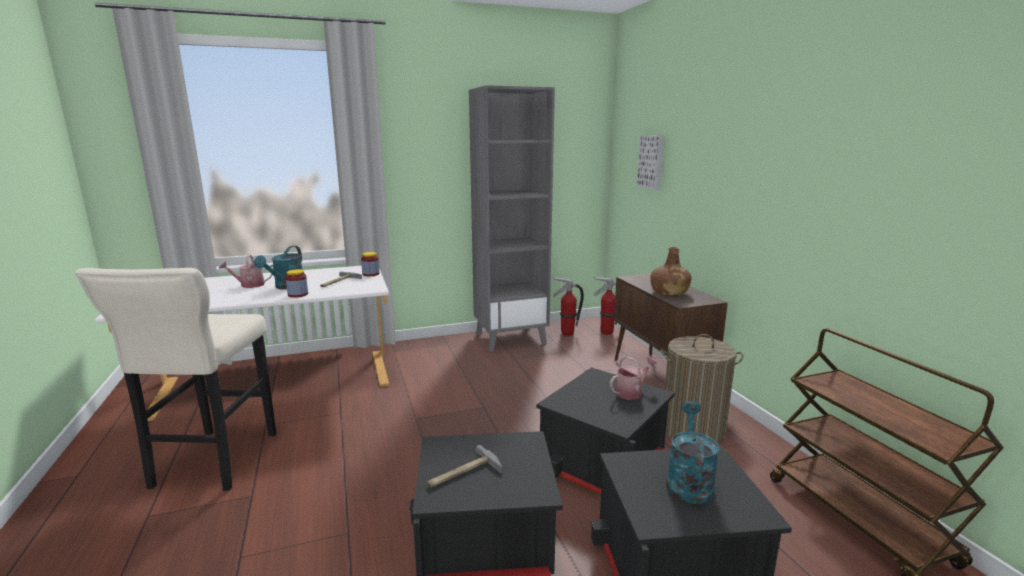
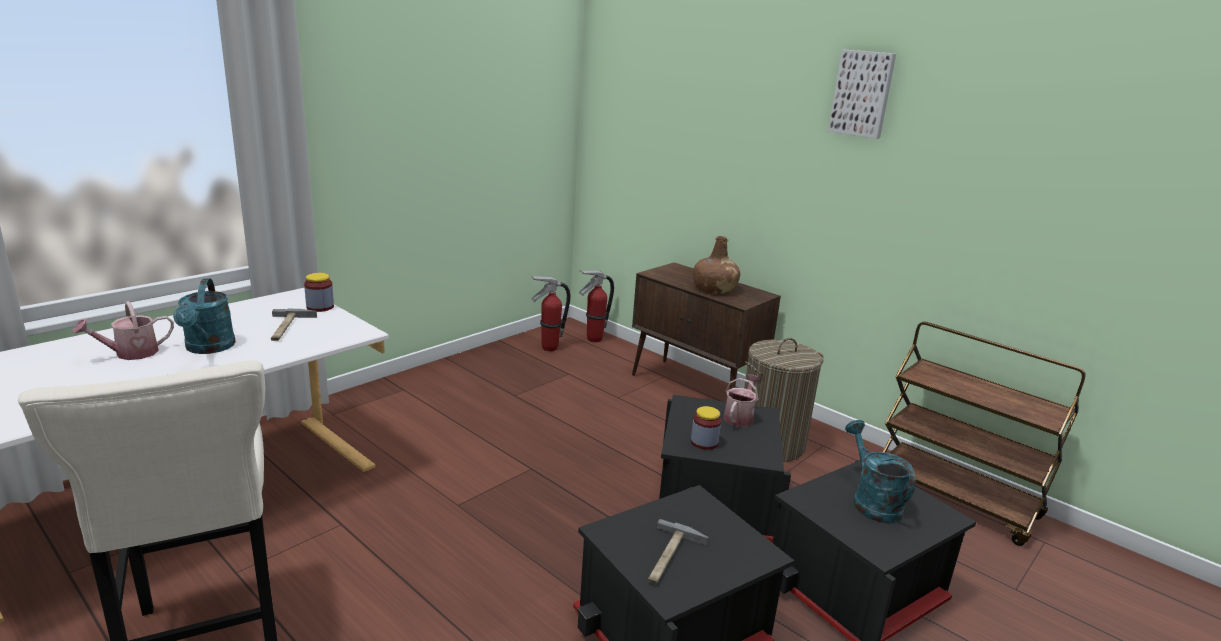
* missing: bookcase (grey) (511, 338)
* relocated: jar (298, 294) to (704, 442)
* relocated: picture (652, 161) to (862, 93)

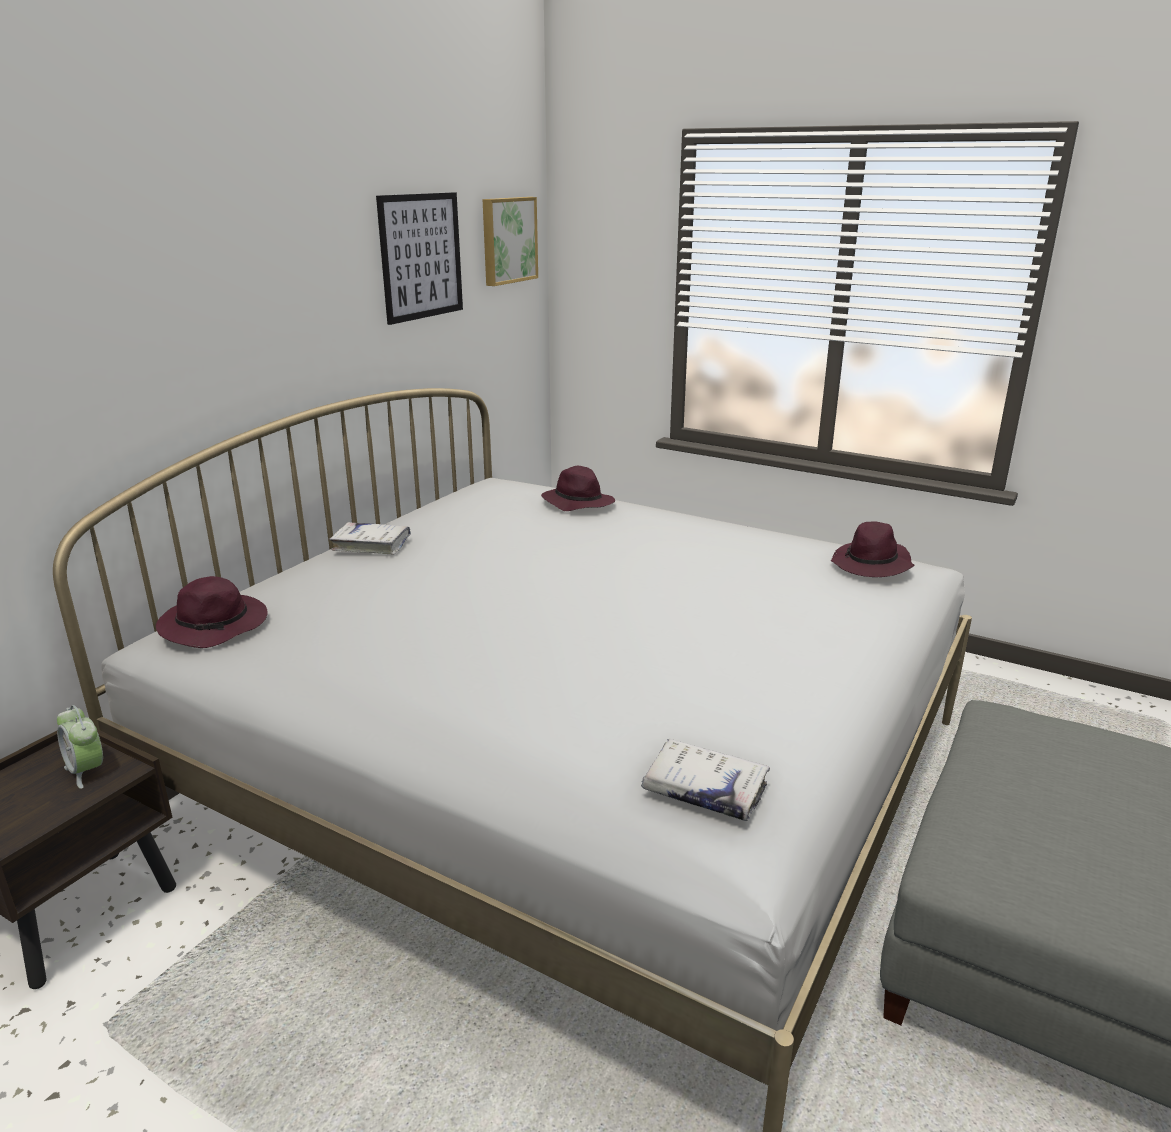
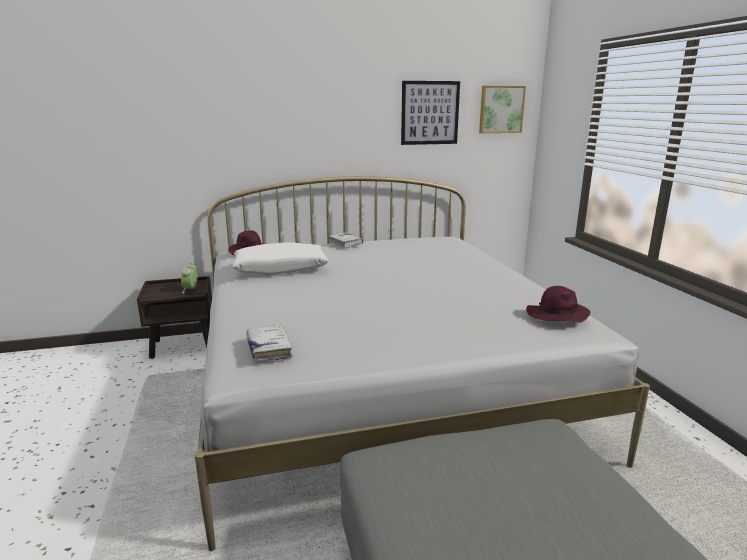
* missing: hat (purple) (577, 503)
* appeared: pillow (white) (280, 268)

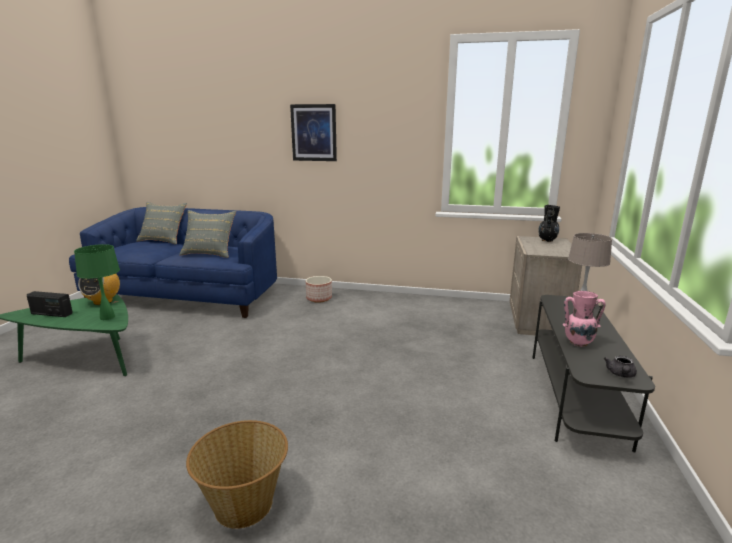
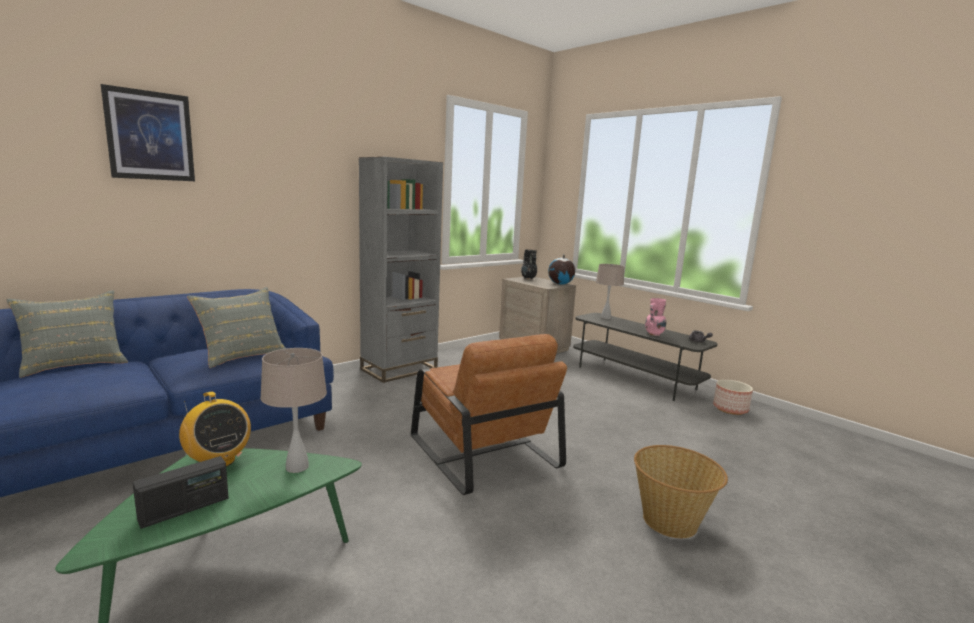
* appeared: bookcase (grey) (399, 369)
* appeared: armchair (brown) (481, 450)
* appeared: globe (560, 284)
* relocated: picture (314, 133) to (150, 136)
* relocated: planter (319, 298) to (730, 409)
* colour: table lamp (green) (107, 317) to table lamp (beige) (296, 467)

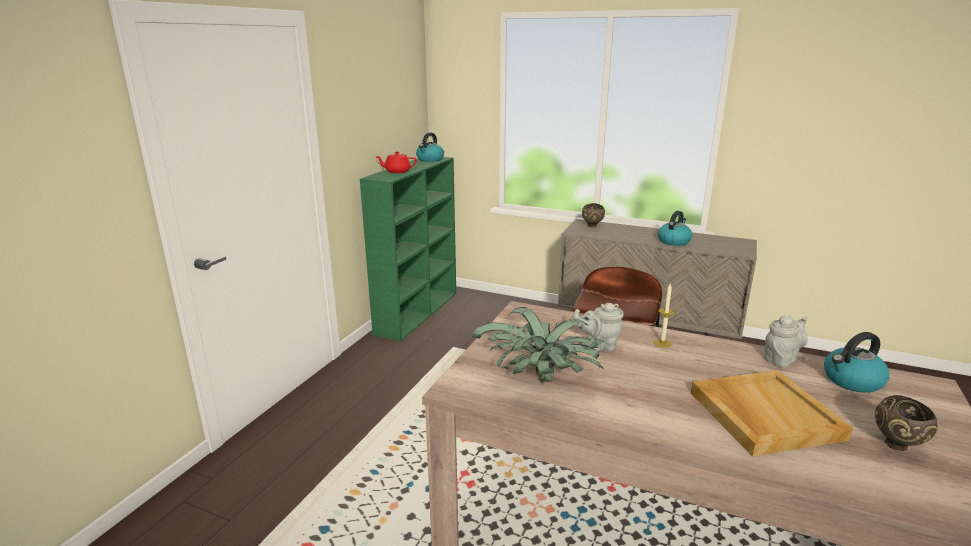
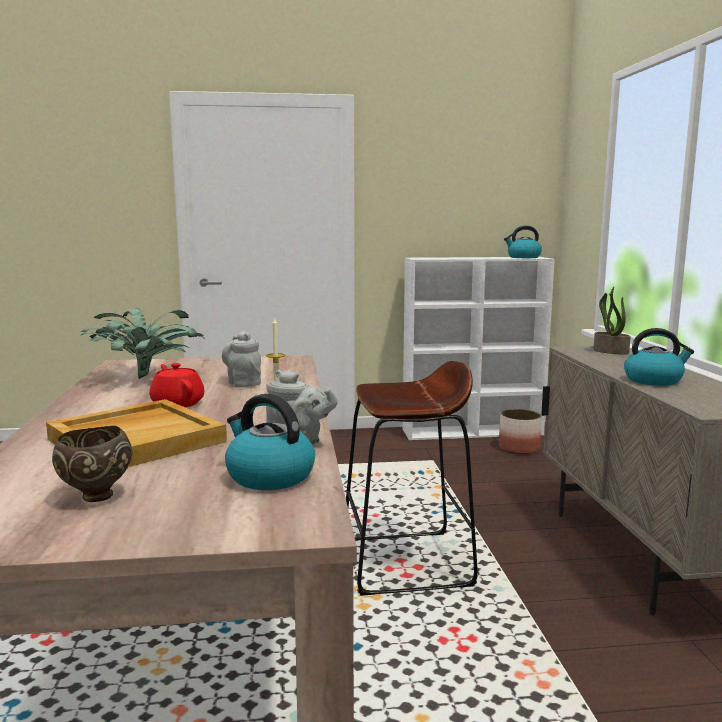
* appeared: planter (519, 448)
* relocated: teapot (red) (397, 171) to (177, 403)
* exchanged: bowl (brown) (592, 226) to potted plant (610, 351)
* colour: bookcase (green) (417, 312) to bookcase (white) (473, 431)

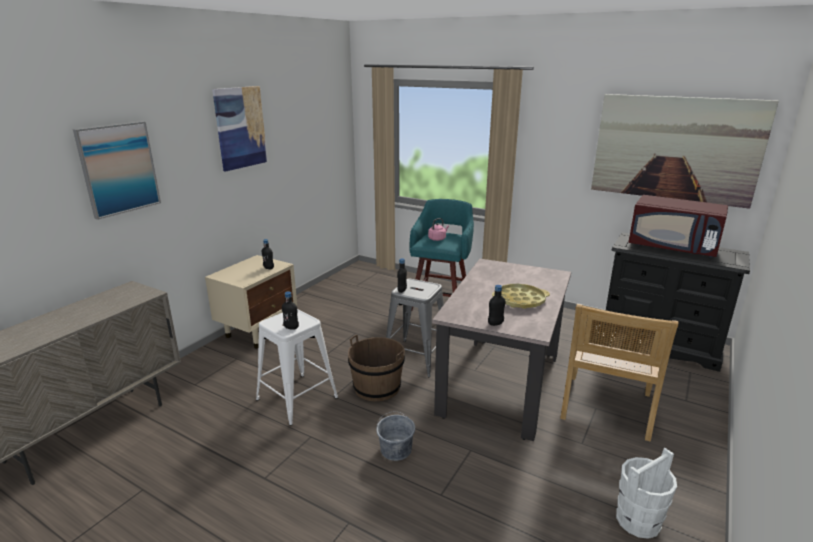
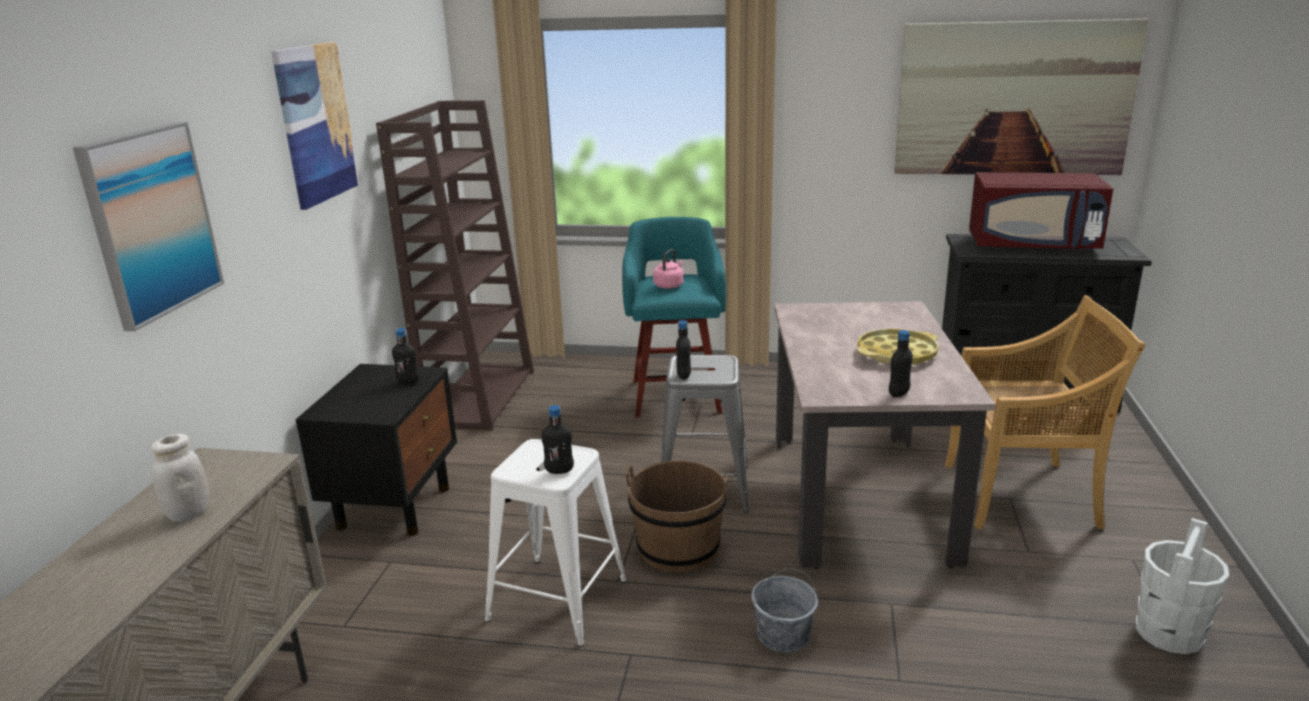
* appeared: jar (white) (188, 514)
* appeared: bookcase (brown) (479, 396)
* colour: nightstand (beige) (258, 332) to nightstand (black) (395, 506)
* spun: chair (beige) (606, 408) = (1023, 495) 90 degrees counterclockwise

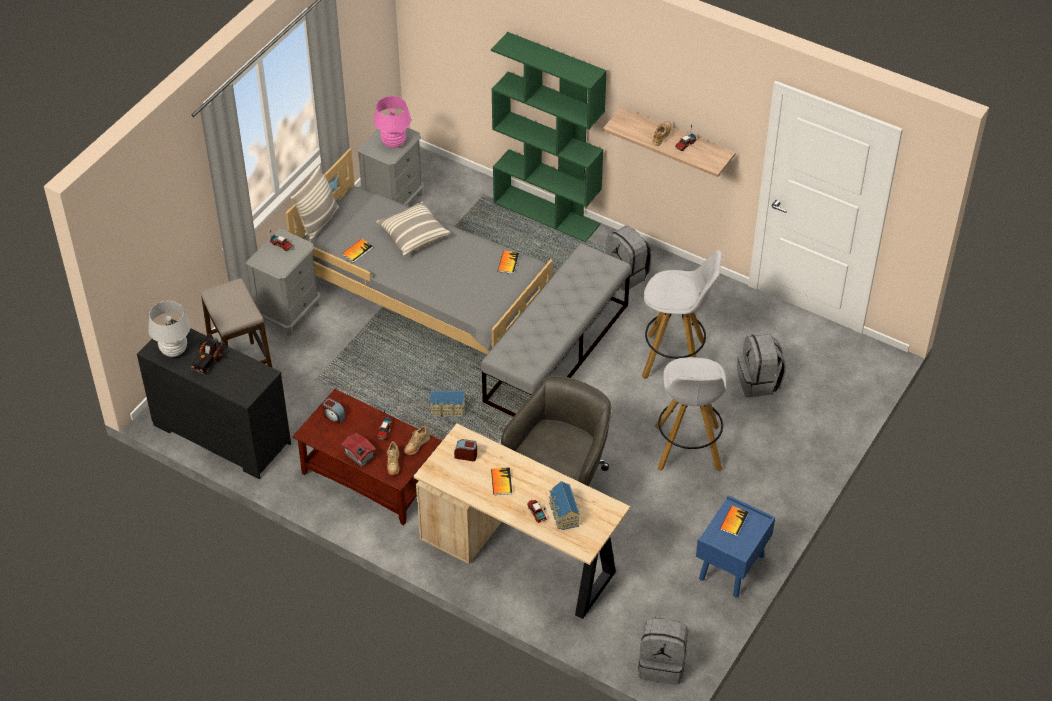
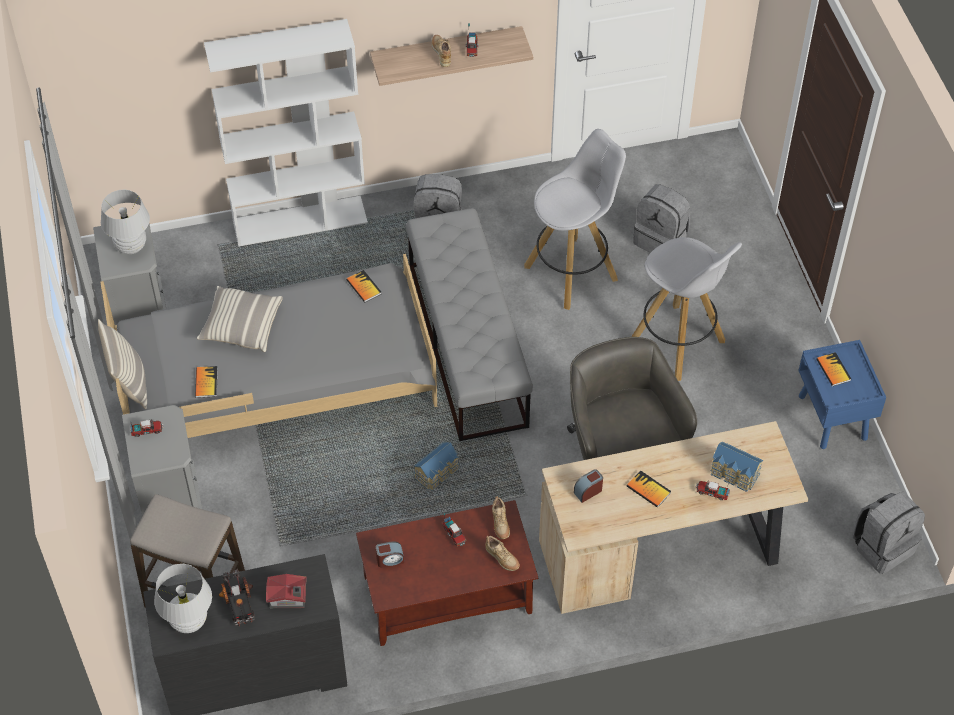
* relocated: toy house (359, 456) to (288, 599)
* colour: table lamp (pink) (393, 143) to table lamp (white) (131, 246)
* colour: bookcase (green) (547, 213) to bookcase (white) (300, 221)

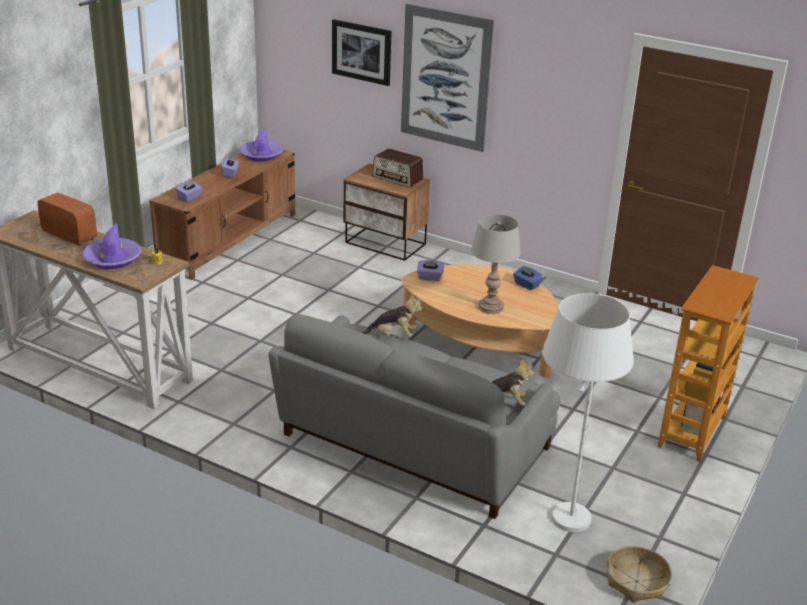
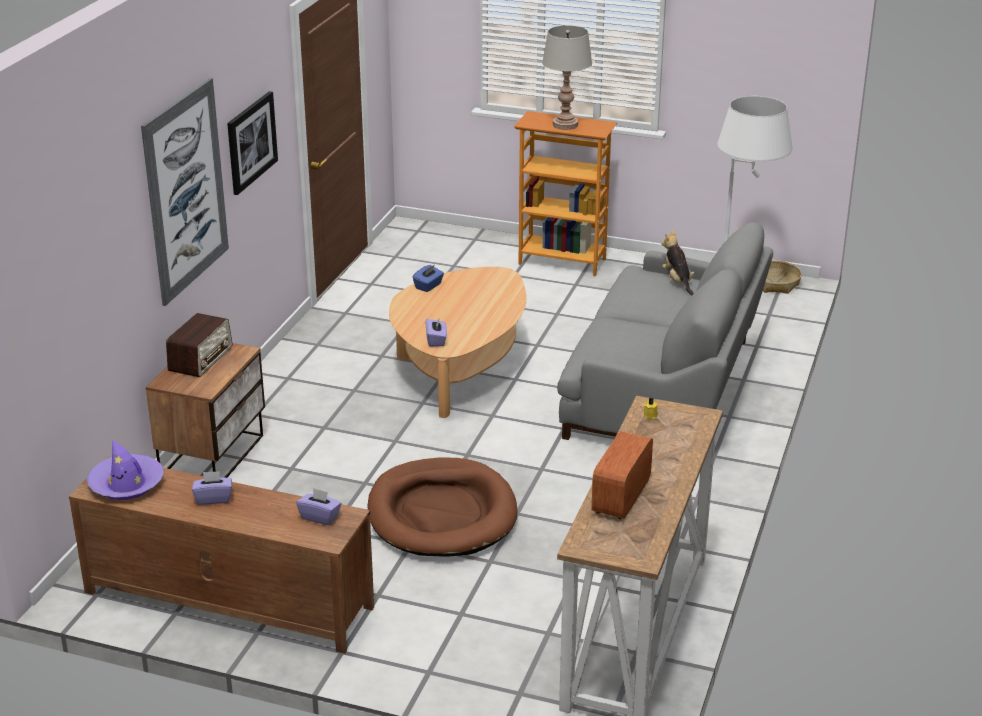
* missing: hat (purple) (112, 259)
* missing: plush toy (393, 335)
* appeared: dog bed (brown) (441, 514)
* relocated: picture (361, 52) to (251, 142)
* relocated: table lamp (grey) (490, 307) to (565, 125)

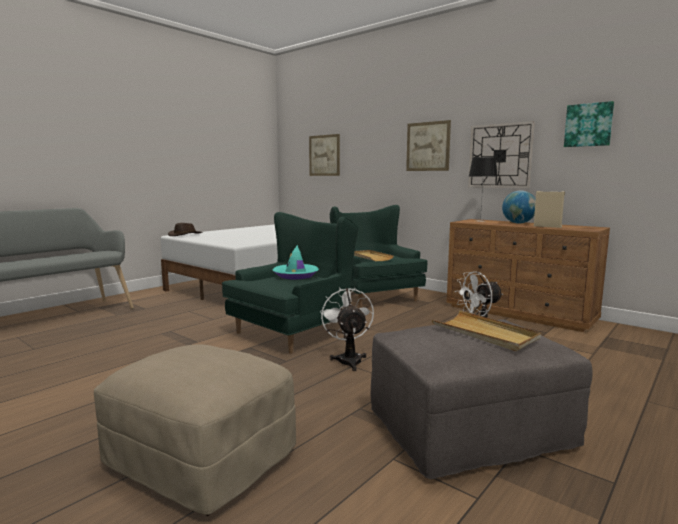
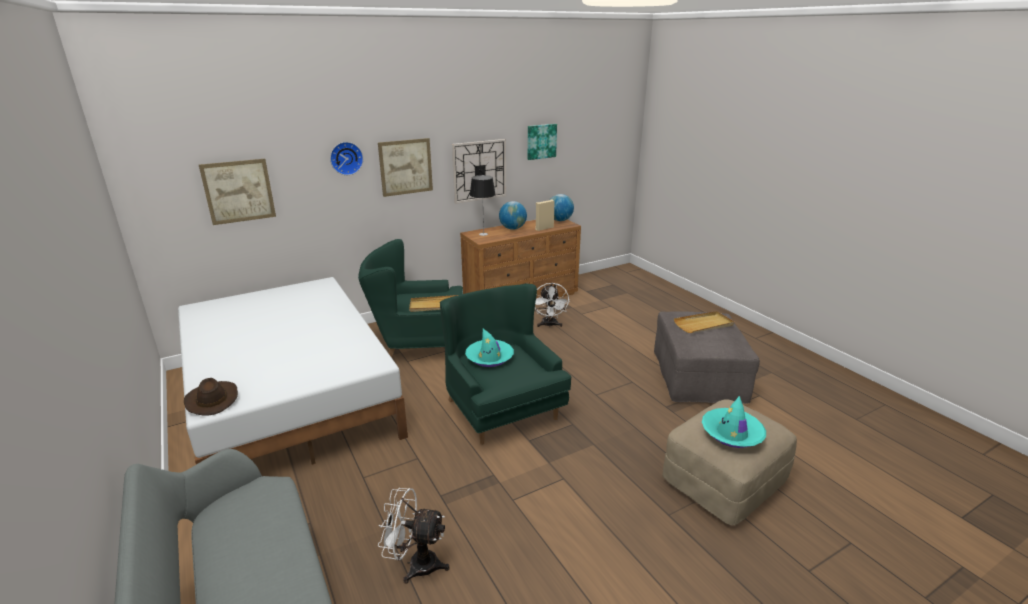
* appeared: wall clock (346, 158)
* appeared: globe (559, 220)
* appeared: hat (turquoise) (732, 433)
* relocated: fan (white) (348, 359) to (416, 564)

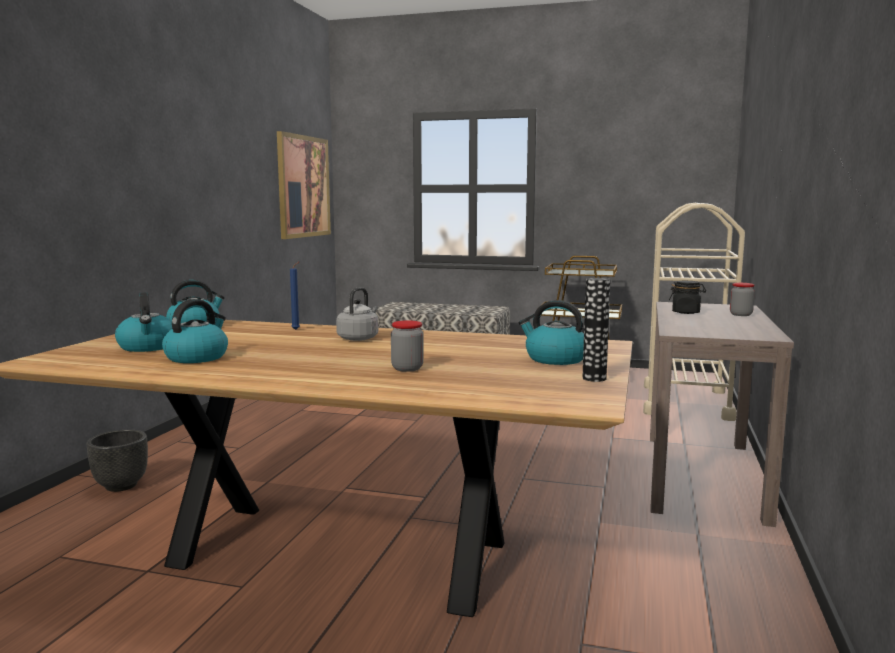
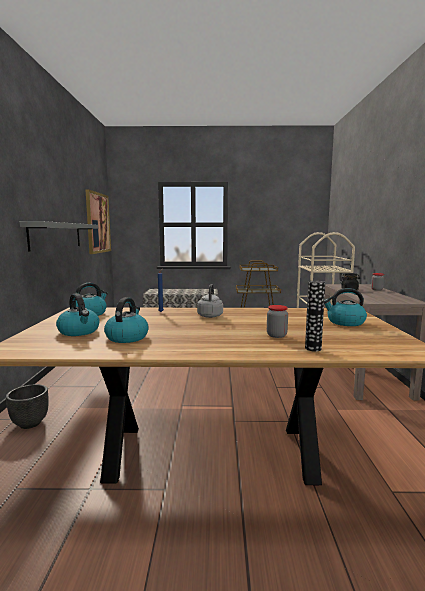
* appeared: shelf (grey) (56, 236)
* relocated: vase (594, 378) to (313, 348)

